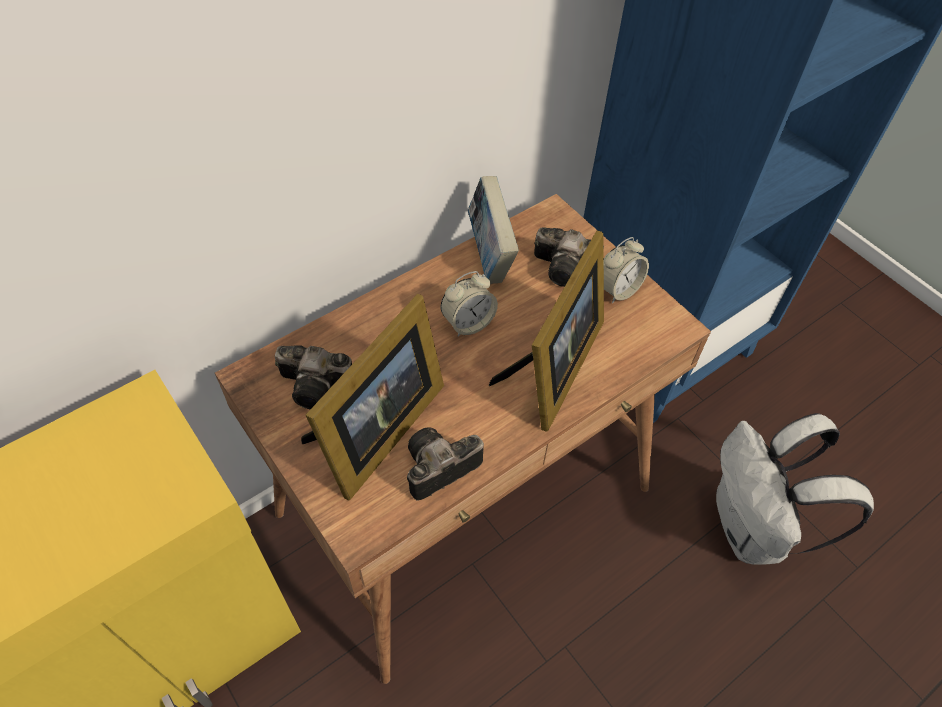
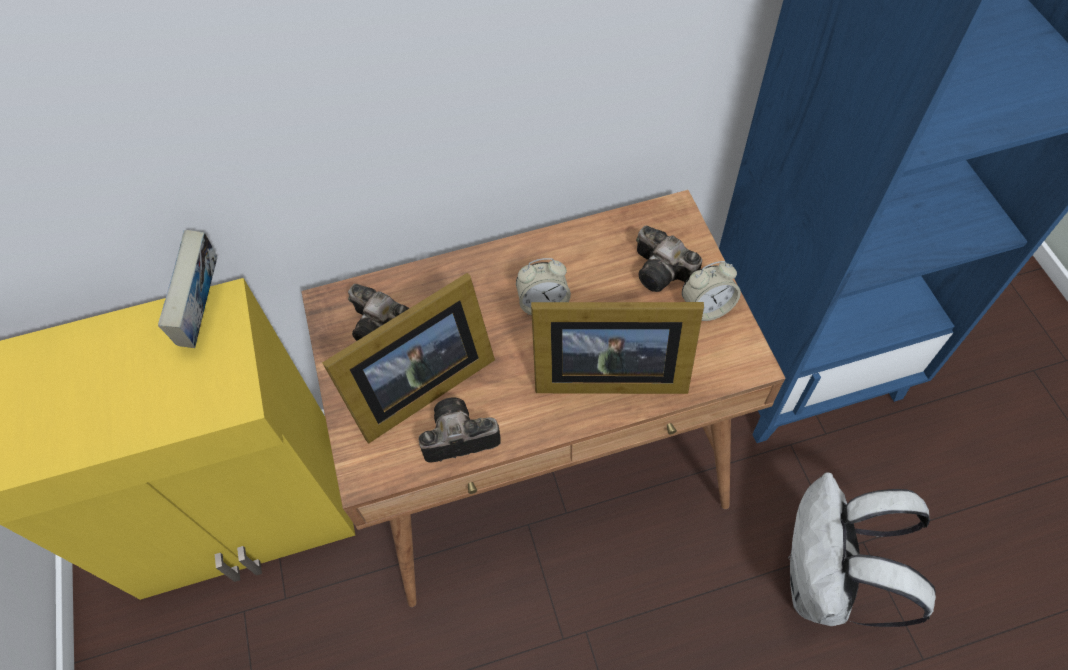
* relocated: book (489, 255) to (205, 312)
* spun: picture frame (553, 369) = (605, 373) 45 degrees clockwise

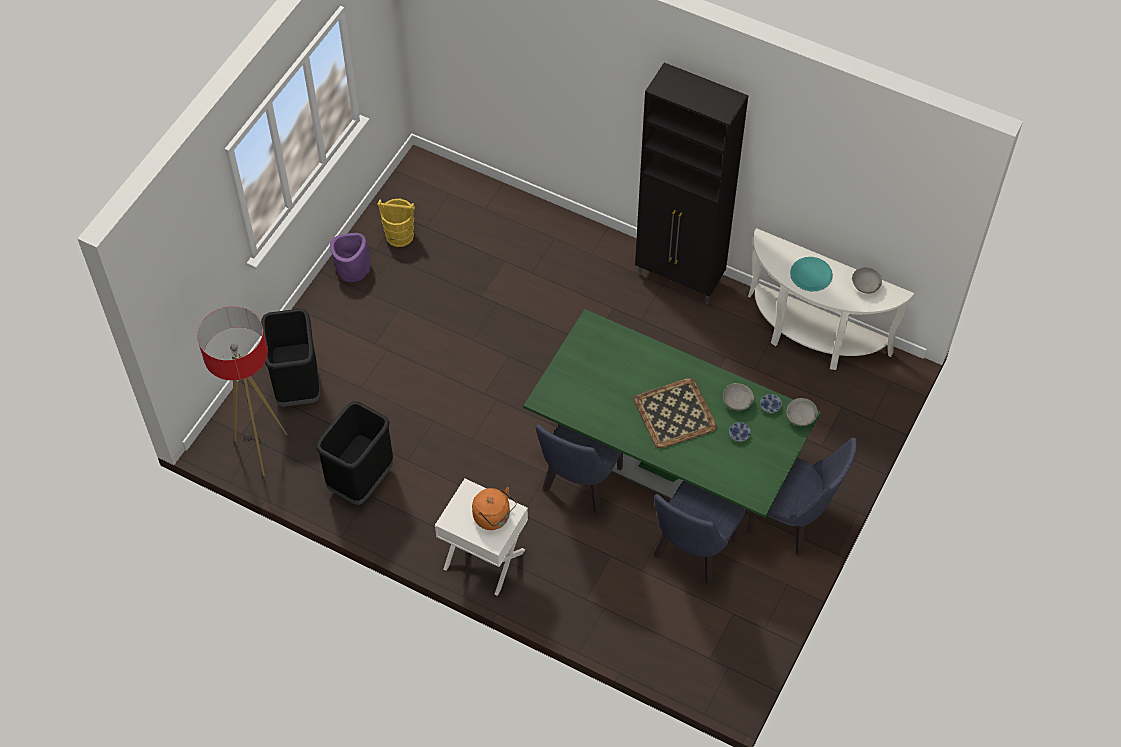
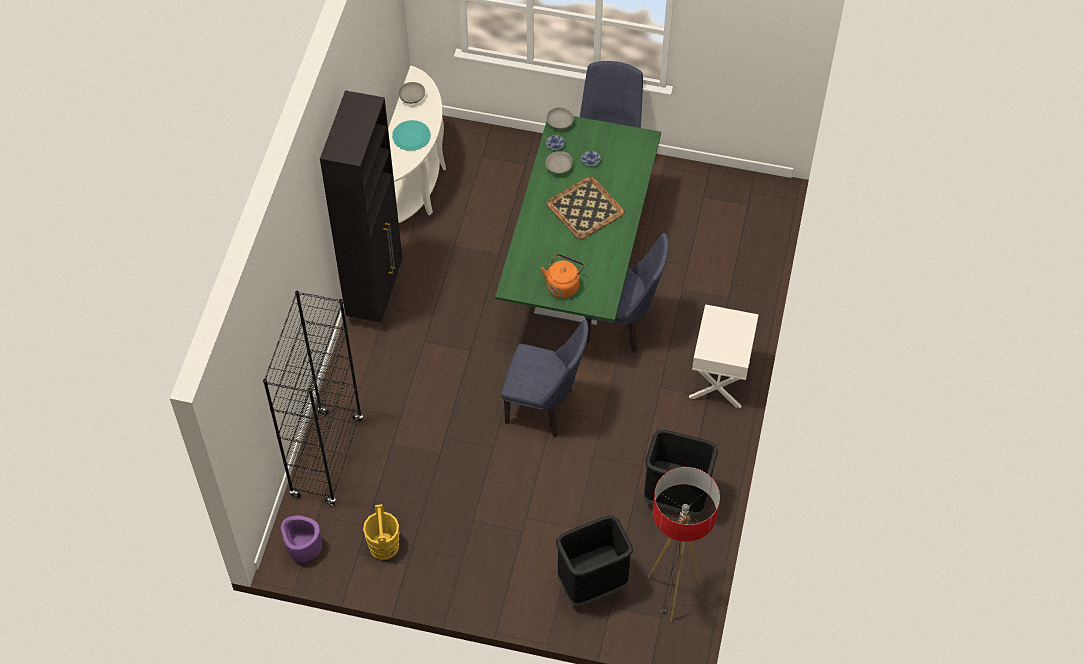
* appeared: bookcase (black) (327, 458)
* relocated: planter (purple) (352, 268) to (303, 548)
* relocated: kettle (orange) (494, 517) to (563, 285)
* relocated: chair (blue) (692, 554) to (545, 408)

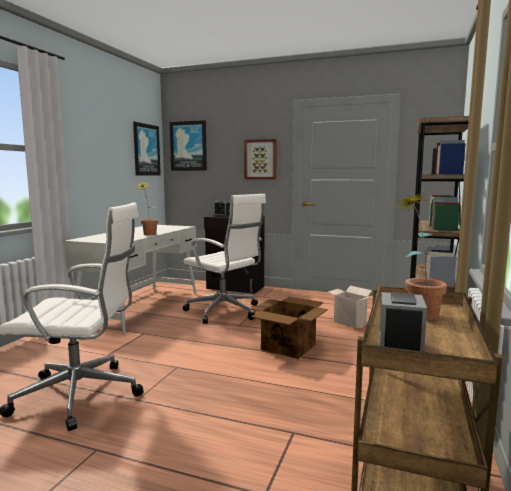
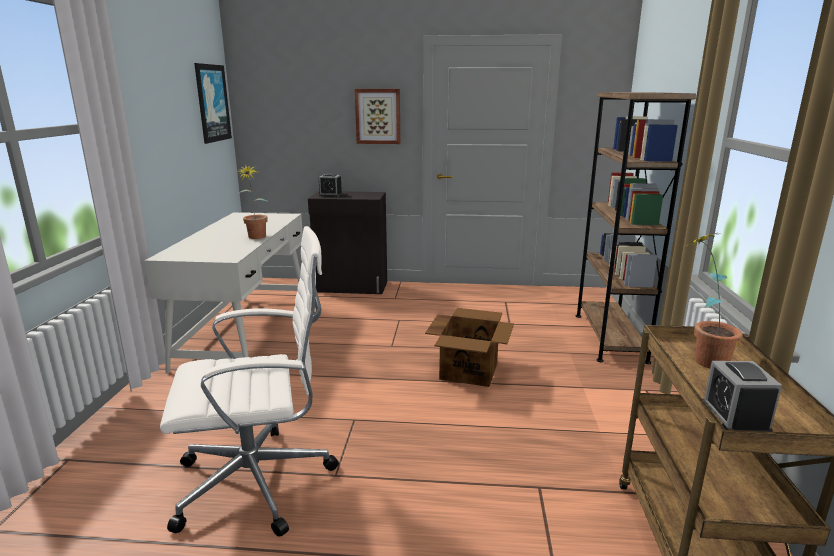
* missing: picture (188, 146)
* missing: office chair (white) (225, 312)
* missing: cardboard box (348, 322)

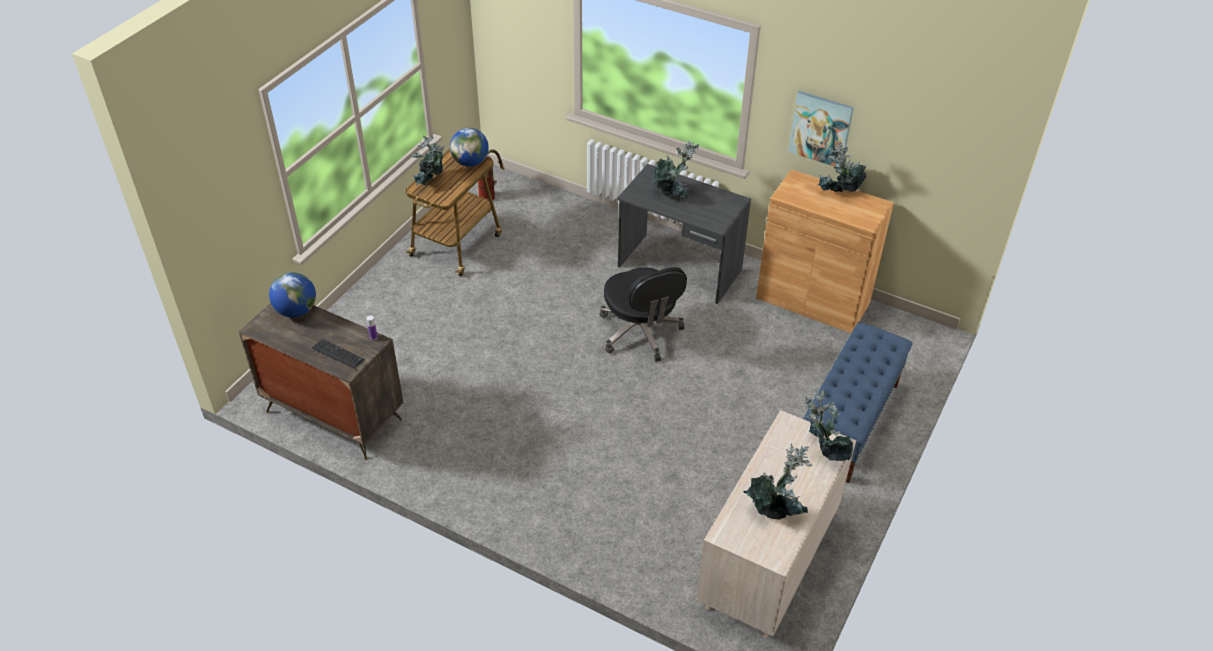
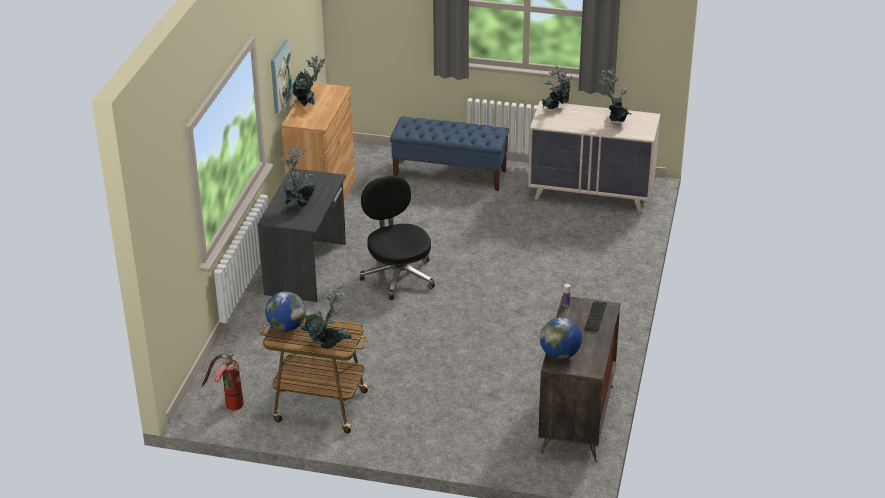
* spun: office chair (black) (640, 333) = (398, 276) 75 degrees counterclockwise

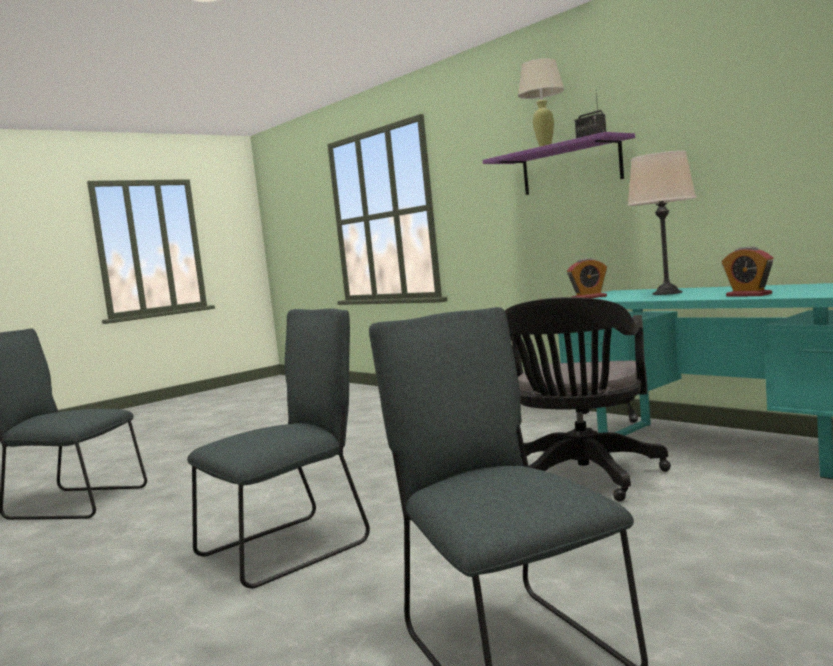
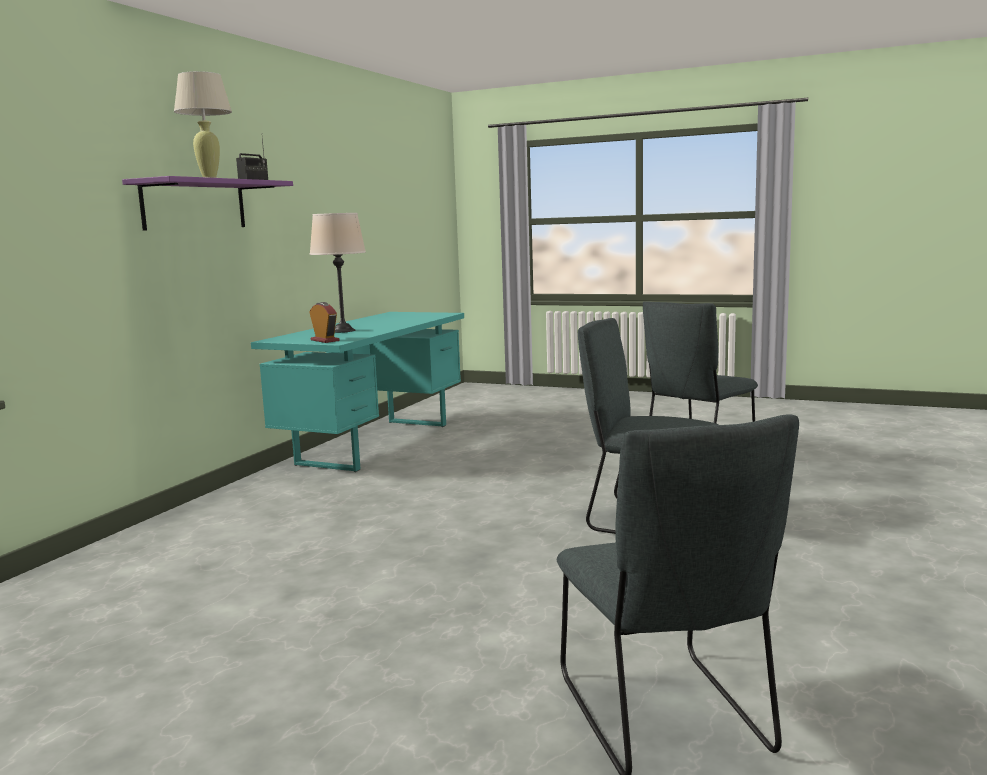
* missing: office chair (black) (583, 479)
* missing: alarm clock (748, 295)

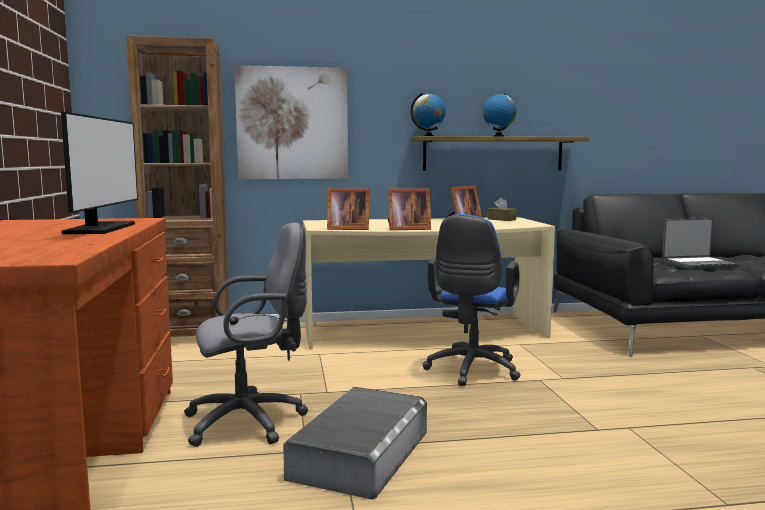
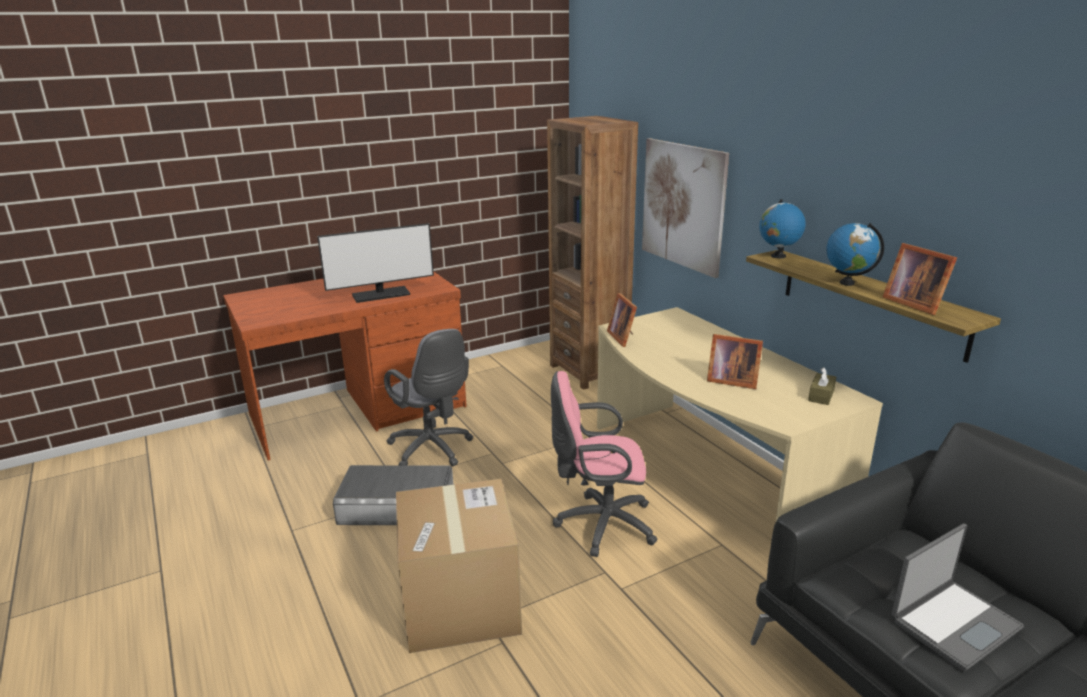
* appeared: cardboard box (460, 603)
* relocated: picture frame (407, 229) to (913, 303)
* colour: office chair (blue) (471, 371) to office chair (pink) (600, 524)
* spun: laptop (698, 264) = (953, 623) 90 degrees counterclockwise

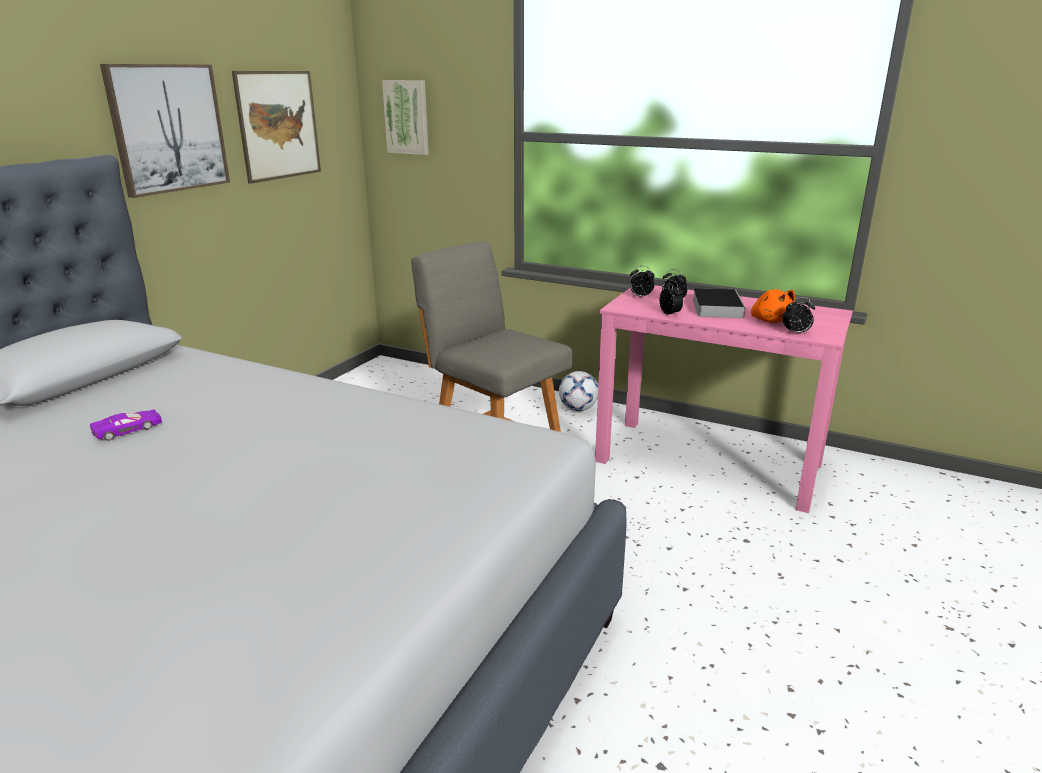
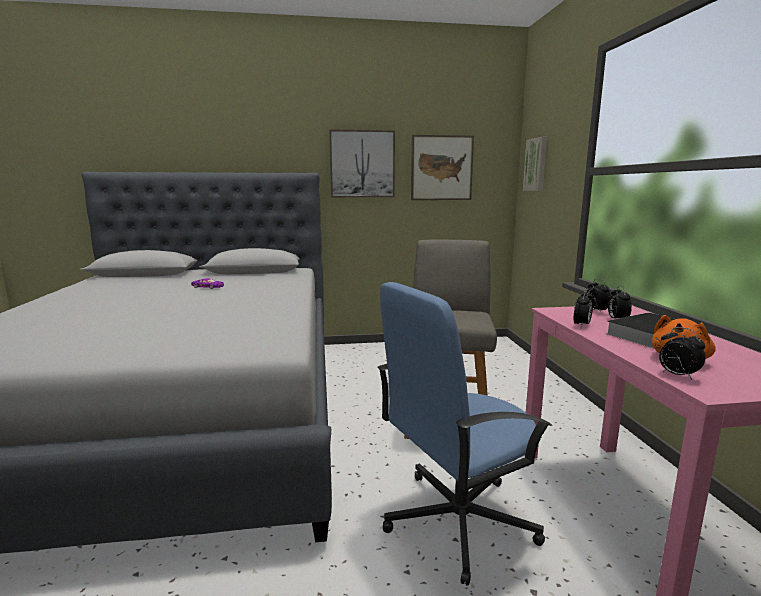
* missing: football (578, 409)
* appeared: office chair (blue) (456, 520)

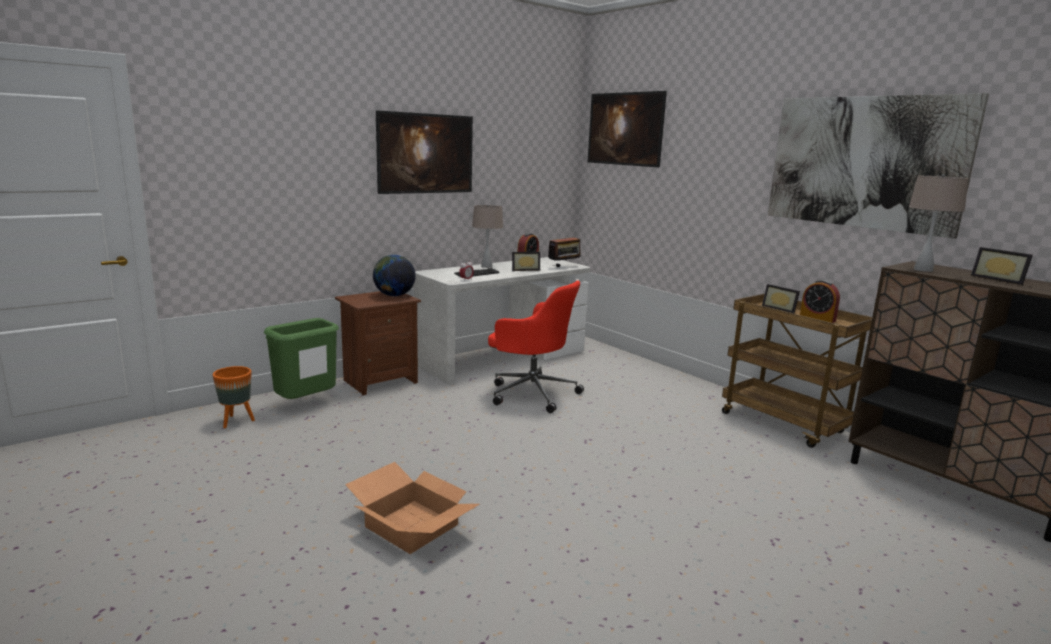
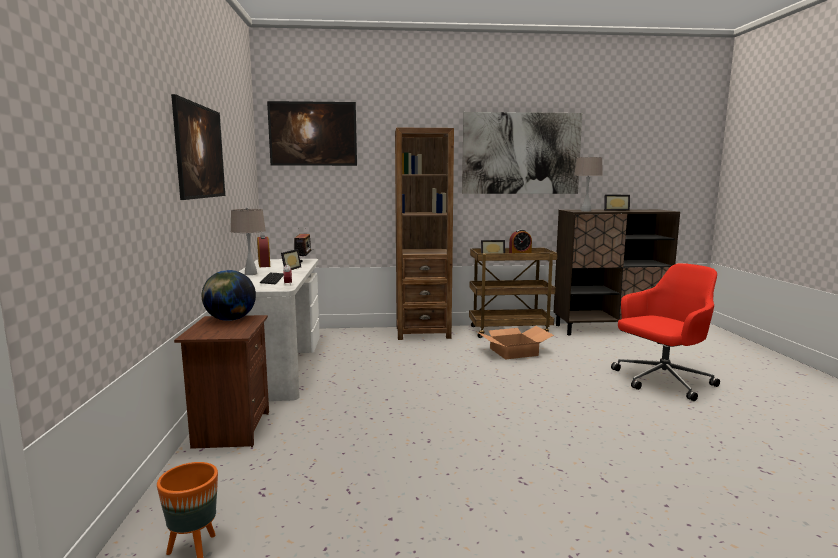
* missing: trash can (green) (306, 405)
* appeared: bookcase (brown) (423, 332)
* relocated: cardboard box (413, 525) to (514, 351)
* relocated: office chair (red) (531, 393) to (661, 381)

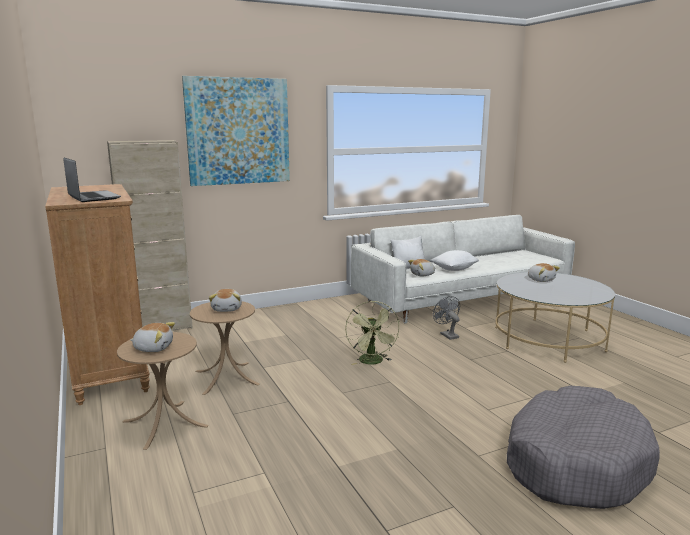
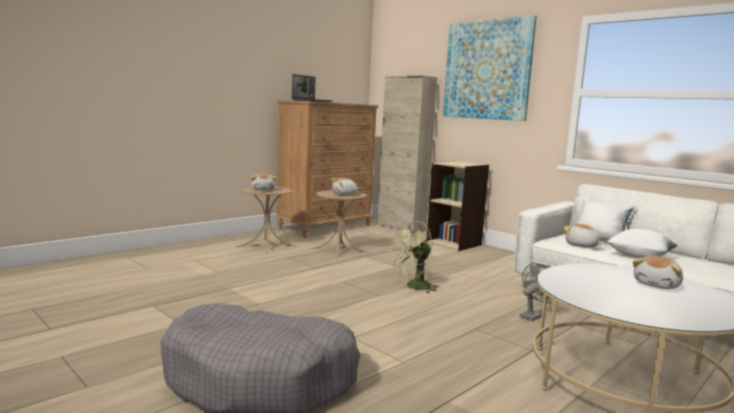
* appeared: bookcase (beige) (454, 243)

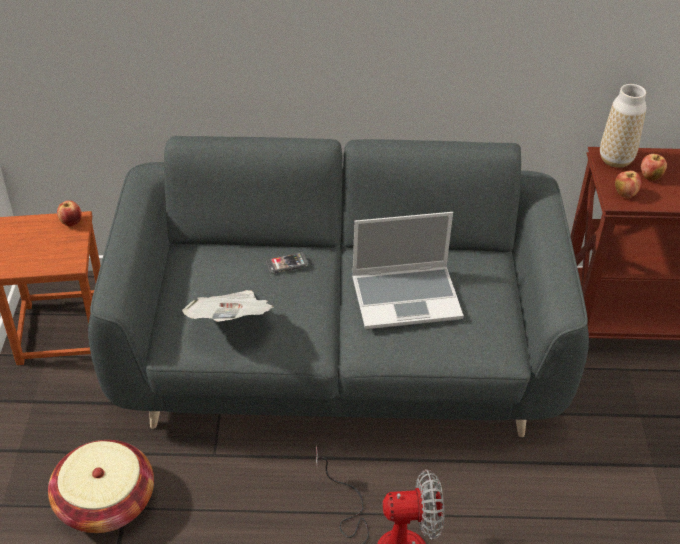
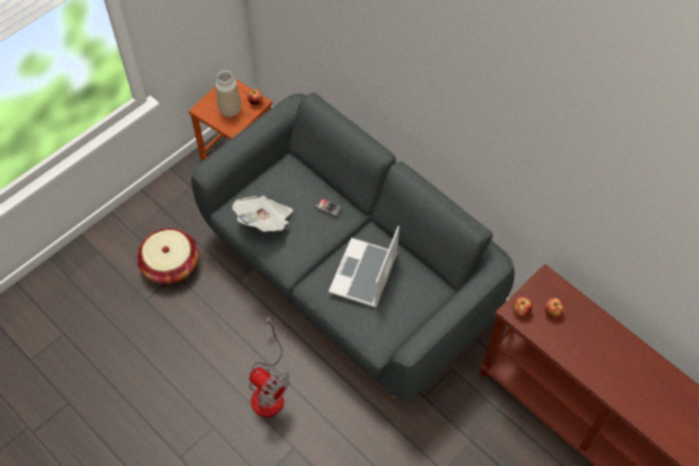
* relocated: vase (615, 160) to (230, 110)
* spun: laptop (407, 297) = (364, 275) 75 degrees clockwise

